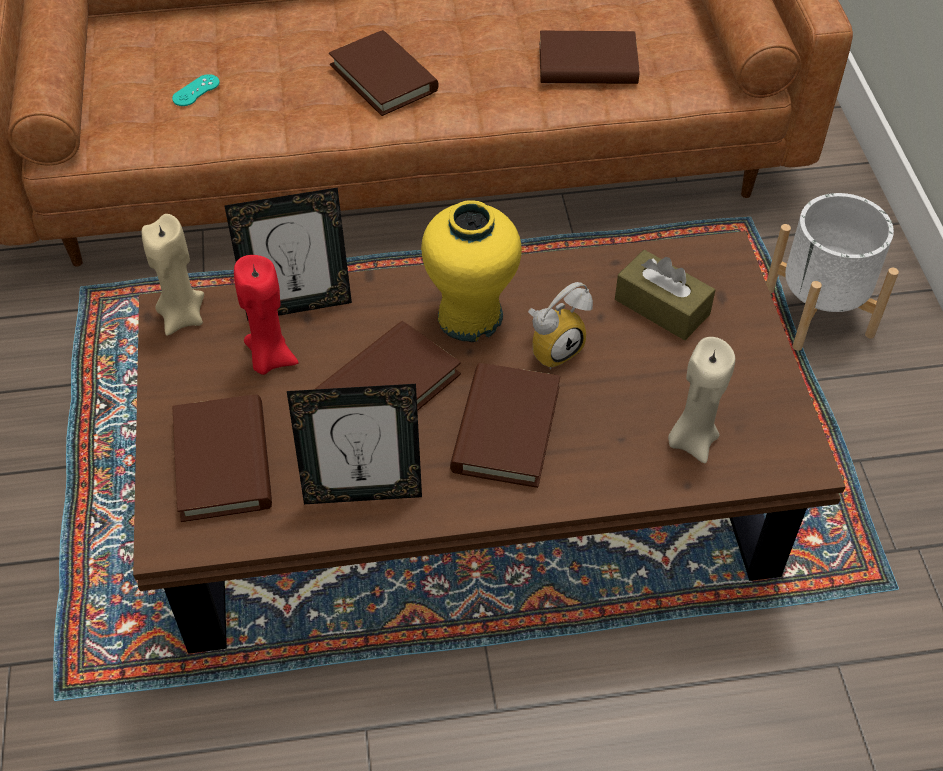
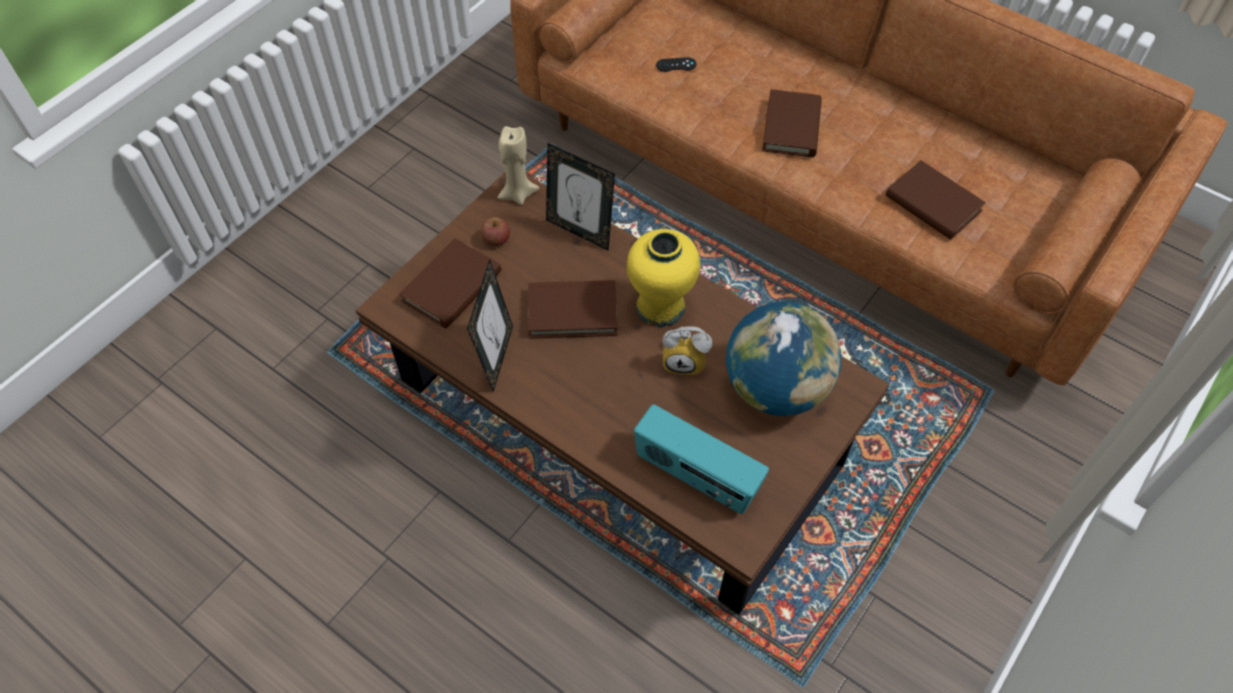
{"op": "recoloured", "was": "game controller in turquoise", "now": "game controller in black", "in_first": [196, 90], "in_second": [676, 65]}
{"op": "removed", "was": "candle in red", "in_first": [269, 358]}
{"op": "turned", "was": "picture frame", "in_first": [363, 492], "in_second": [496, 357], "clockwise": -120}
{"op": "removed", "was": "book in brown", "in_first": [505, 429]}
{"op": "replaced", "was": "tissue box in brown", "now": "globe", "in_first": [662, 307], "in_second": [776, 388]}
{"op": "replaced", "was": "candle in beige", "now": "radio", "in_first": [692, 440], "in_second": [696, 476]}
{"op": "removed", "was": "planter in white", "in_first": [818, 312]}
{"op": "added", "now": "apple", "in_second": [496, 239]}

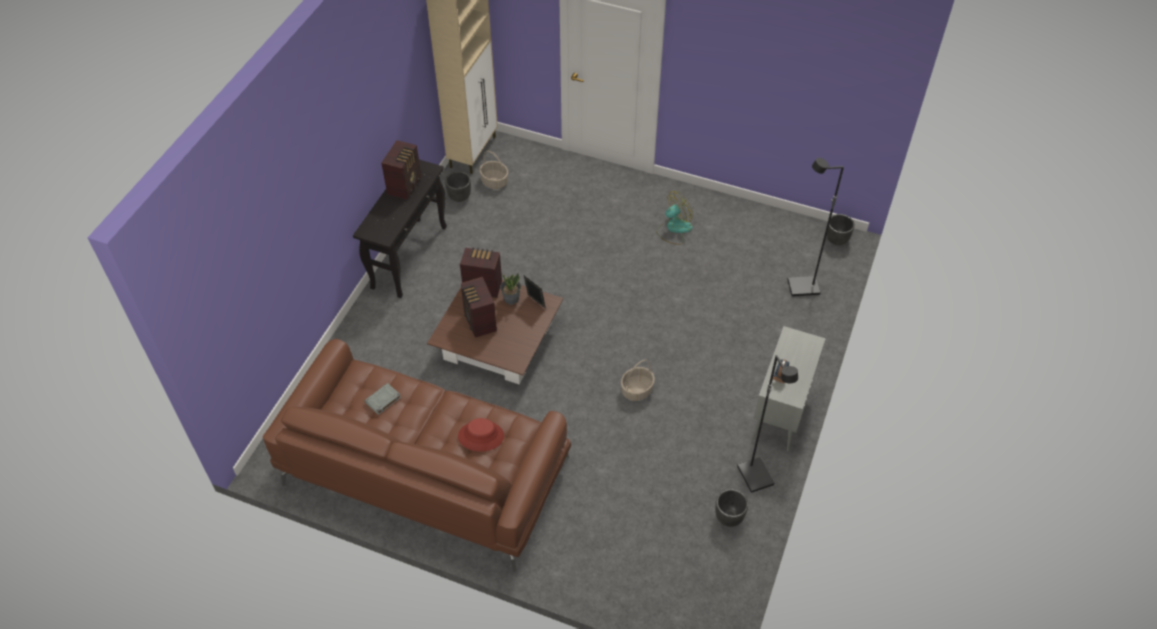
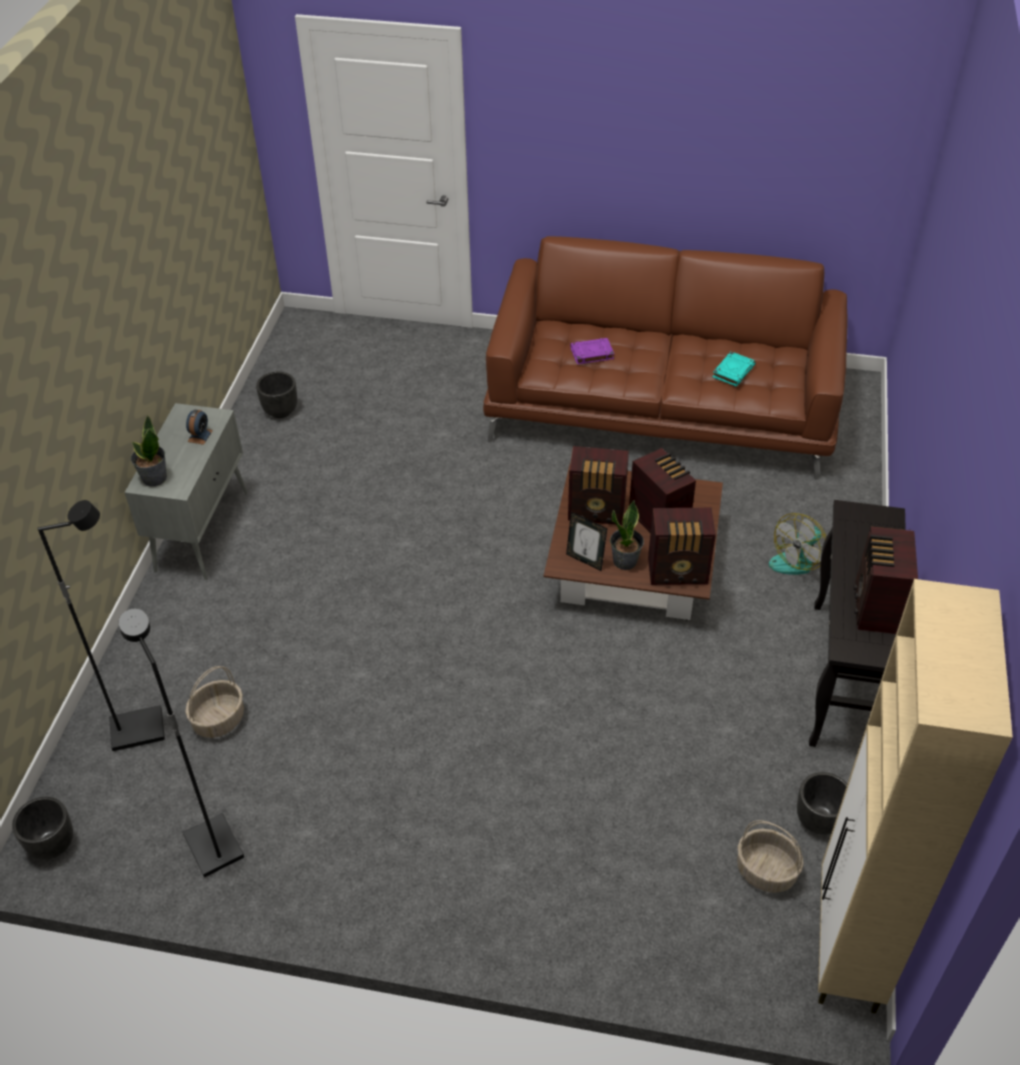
{"op": "recoloured", "was": "book in grey", "now": "book in turquoise", "in_first": [383, 400], "in_second": [733, 371]}
{"op": "replaced", "was": "hat in red", "now": "book in purple", "in_first": [481, 436], "in_second": [591, 353]}
{"op": "moved", "was": "basket", "in_first": [636, 390], "in_second": [219, 719]}
{"op": "moved", "was": "fan", "in_first": [674, 229], "in_second": [797, 559]}
{"op": "moved", "was": "floor lamp in black", "in_first": [756, 476], "in_second": [212, 847]}
{"op": "added", "now": "potted plant", "in_second": [154, 478]}
{"op": "added", "now": "radio", "in_second": [597, 512]}

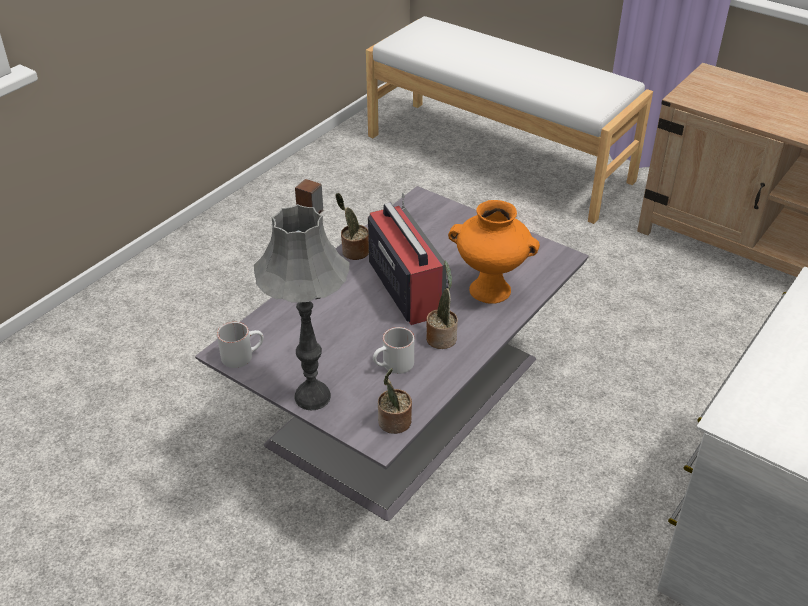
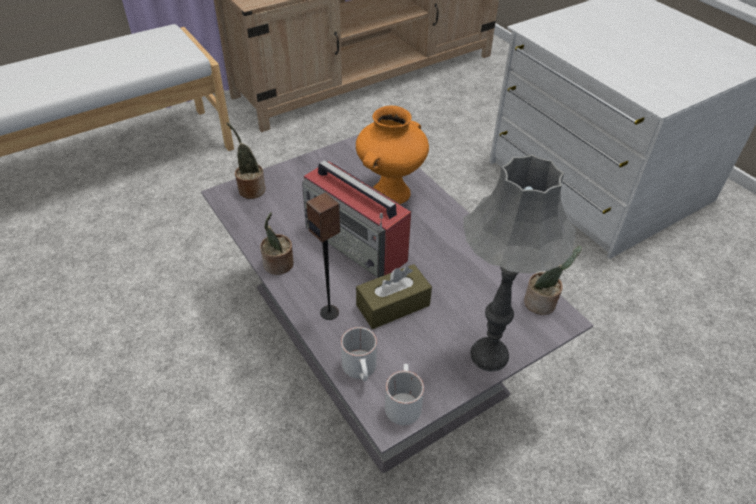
{"op": "turned", "was": "radio", "in_first": [405, 287], "in_second": [357, 244], "clockwise": -135}
{"op": "moved", "was": "mug in white", "in_first": [393, 366], "in_second": [362, 370]}
{"op": "moved", "was": "potted plant", "in_first": [441, 337], "in_second": [250, 189]}
{"op": "added", "now": "tissue box in brown", "in_second": [393, 305]}

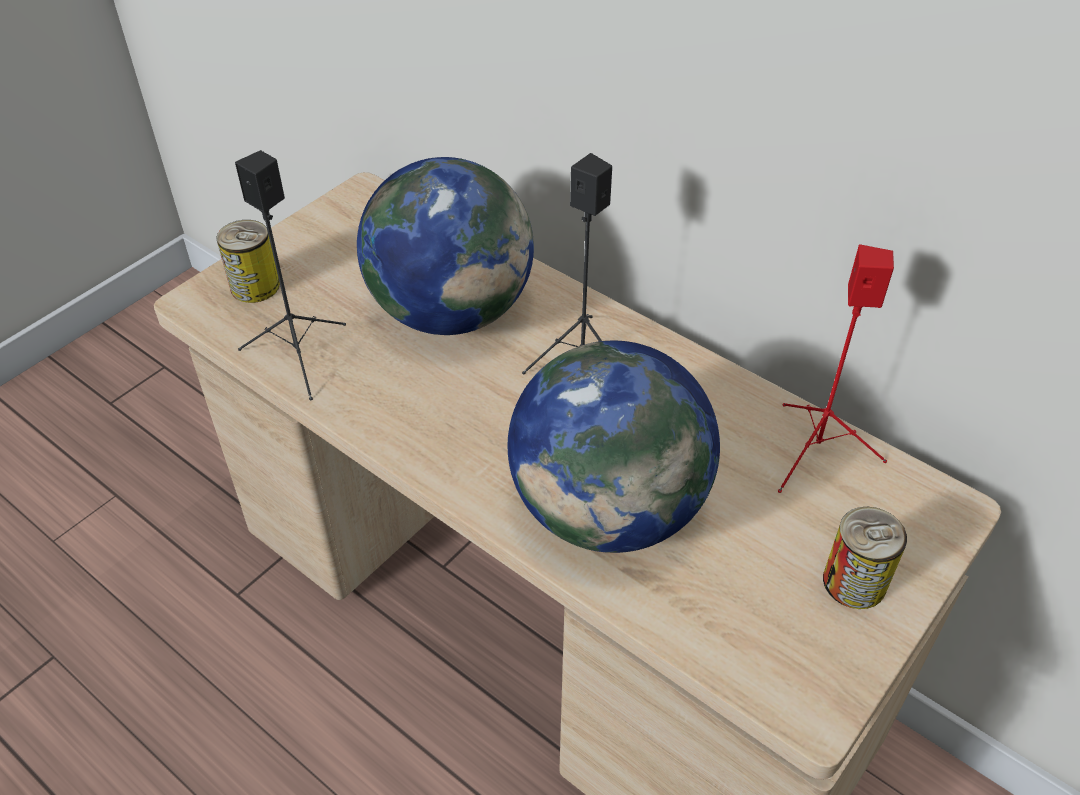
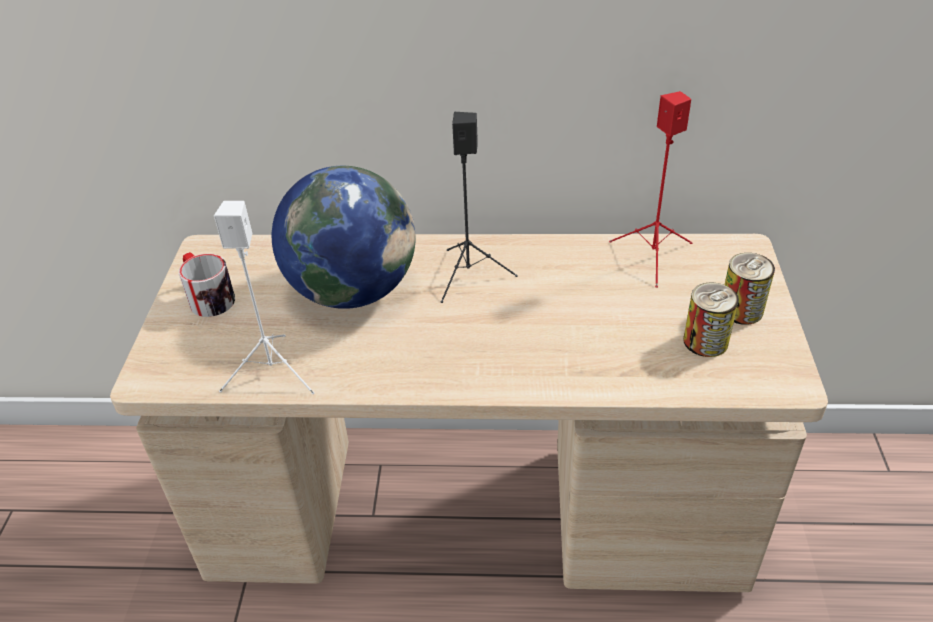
{"op": "moved", "was": "can", "in_first": [255, 286], "in_second": [705, 341]}
{"op": "recoloured", "was": "speaker in black", "now": "speaker in white", "in_first": [299, 357], "in_second": [274, 372]}
{"op": "removed", "was": "globe", "in_first": [608, 510]}
{"op": "added", "now": "mug", "in_second": [208, 297]}

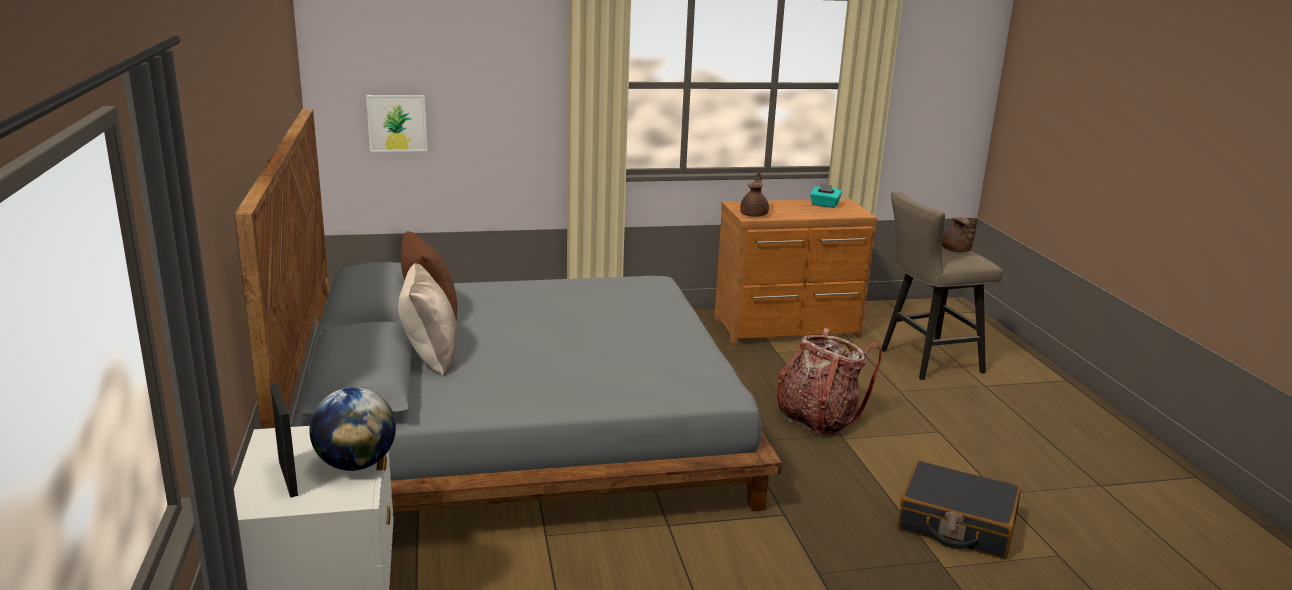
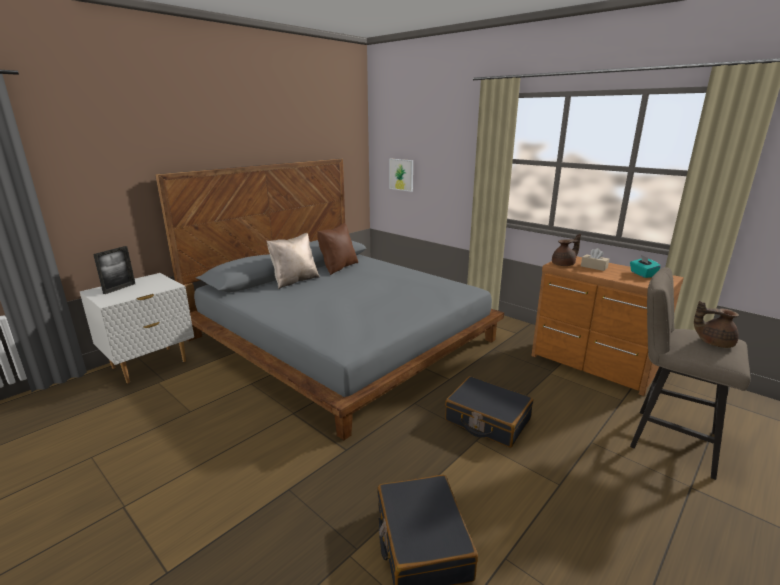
{"op": "removed", "was": "globe", "in_first": [356, 464]}
{"op": "replaced", "was": "backpack", "now": "suitcase in black", "in_first": [818, 418], "in_second": [487, 420]}
{"op": "turned", "was": "teapot in brown", "in_first": [956, 251], "in_second": [713, 342], "clockwise": 75}
{"op": "added", "now": "tissue box in beige", "in_second": [594, 267]}

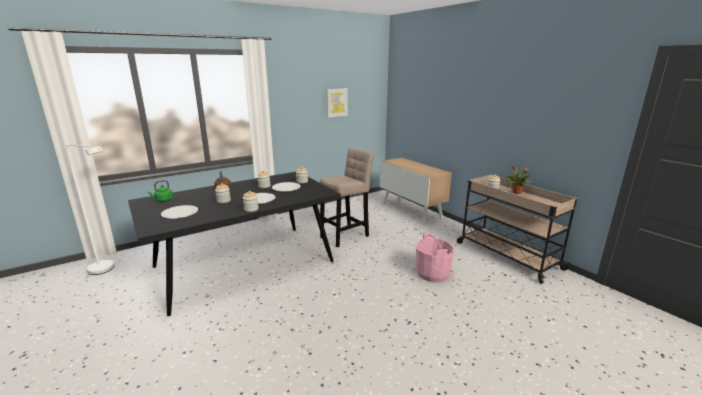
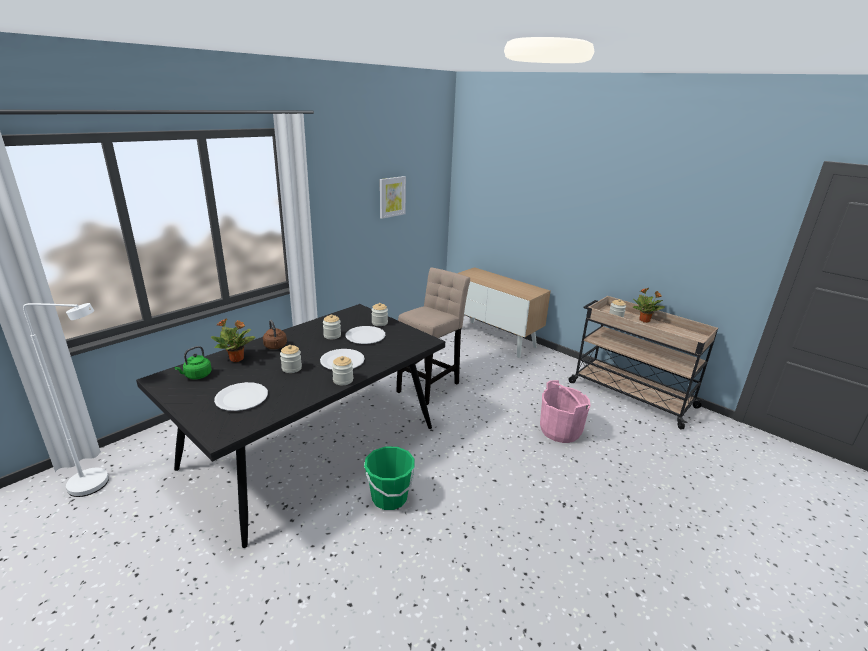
{"op": "added", "now": "potted plant", "in_second": [237, 359]}
{"op": "added", "now": "bucket in green", "in_second": [389, 497]}

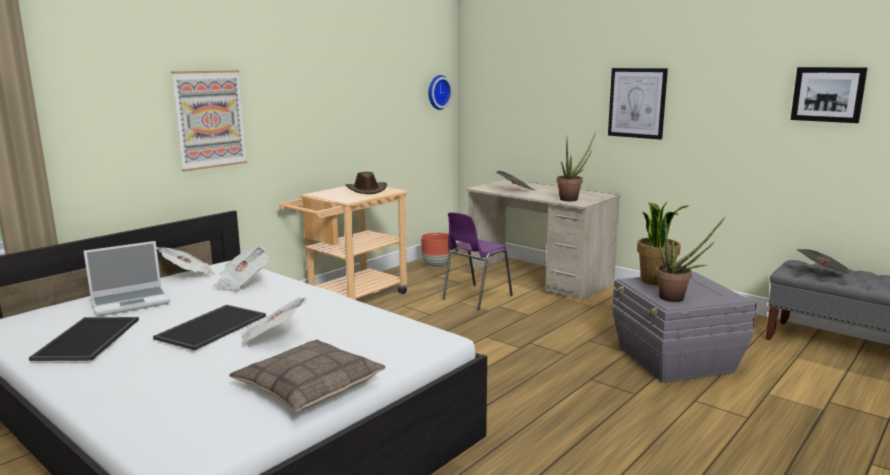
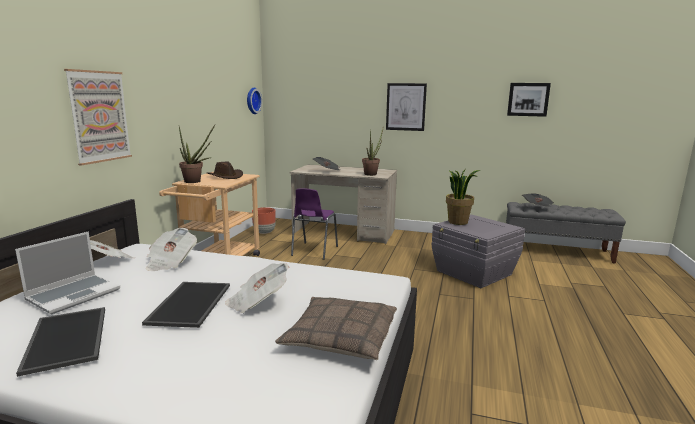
{"op": "moved", "was": "potted plant", "in_first": [677, 298], "in_second": [196, 181]}

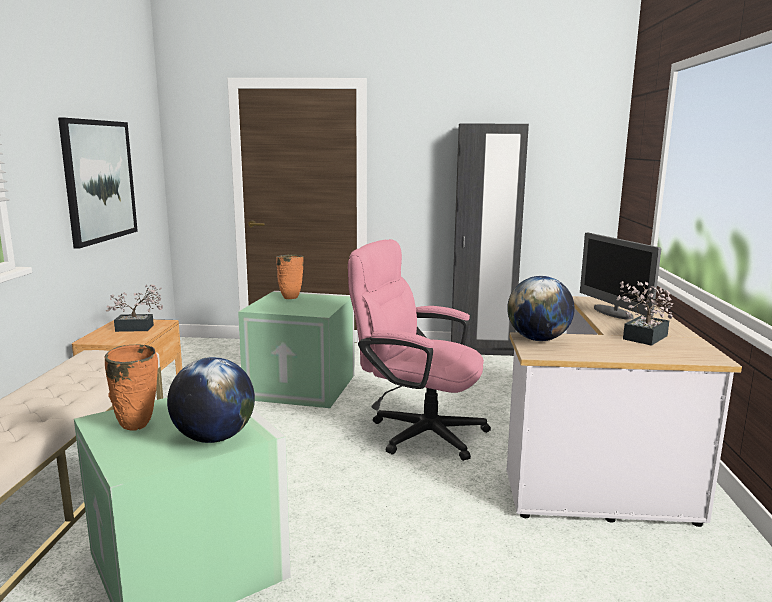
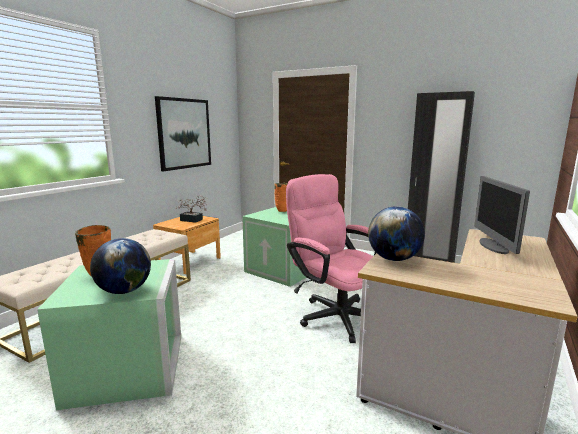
{"op": "removed", "was": "potted plant", "in_first": [642, 338]}

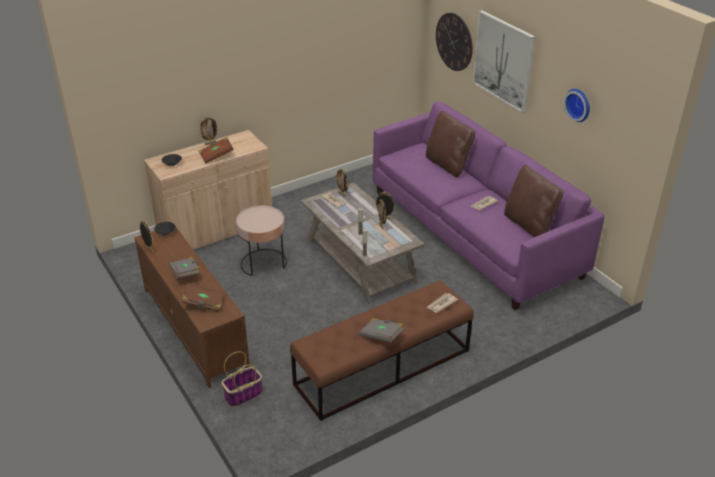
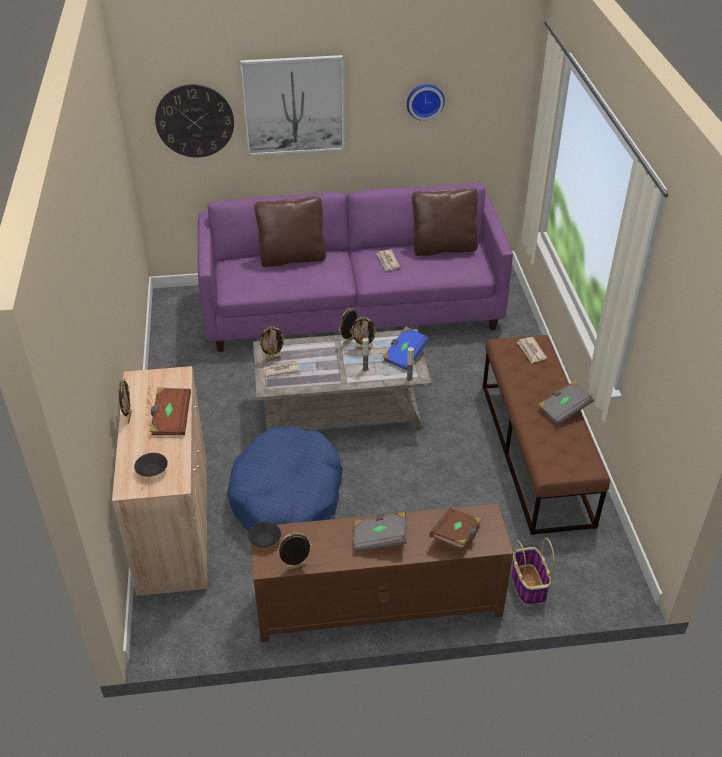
{"op": "replaced", "was": "side table in pink", "now": "dog bed in blue", "in_first": [264, 263], "in_second": [287, 496]}
{"op": "added", "now": "book in blue", "in_second": [405, 355]}

